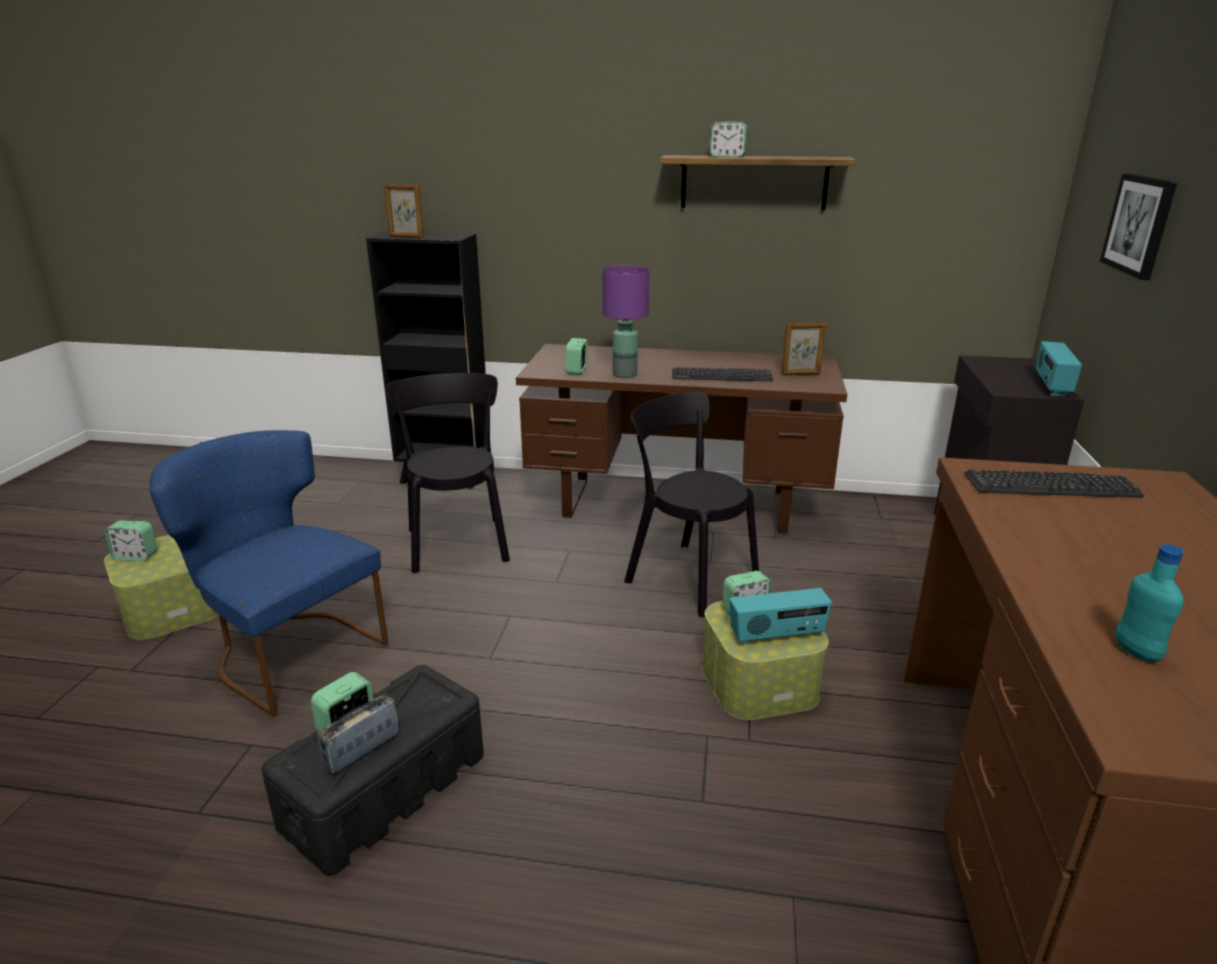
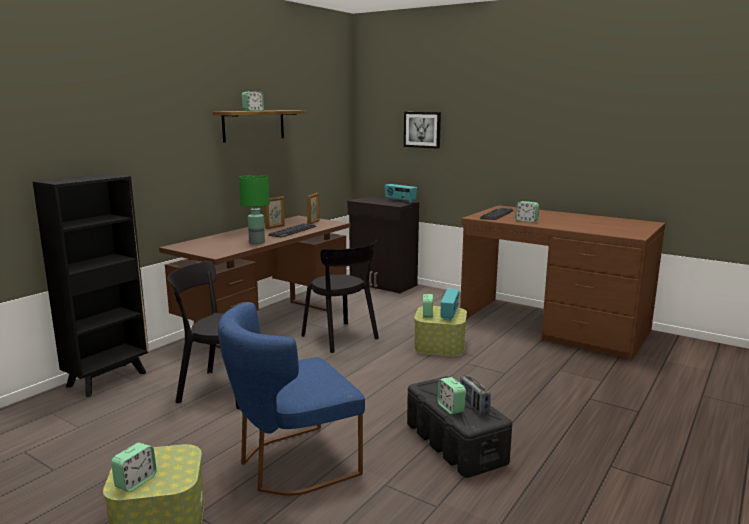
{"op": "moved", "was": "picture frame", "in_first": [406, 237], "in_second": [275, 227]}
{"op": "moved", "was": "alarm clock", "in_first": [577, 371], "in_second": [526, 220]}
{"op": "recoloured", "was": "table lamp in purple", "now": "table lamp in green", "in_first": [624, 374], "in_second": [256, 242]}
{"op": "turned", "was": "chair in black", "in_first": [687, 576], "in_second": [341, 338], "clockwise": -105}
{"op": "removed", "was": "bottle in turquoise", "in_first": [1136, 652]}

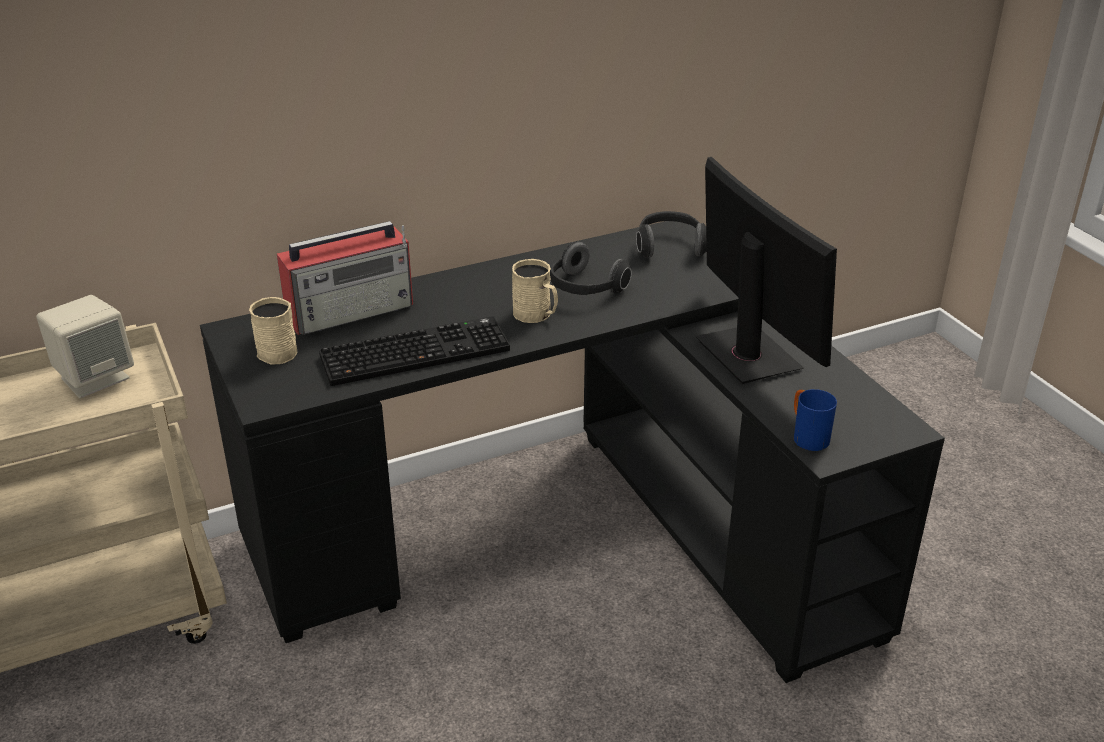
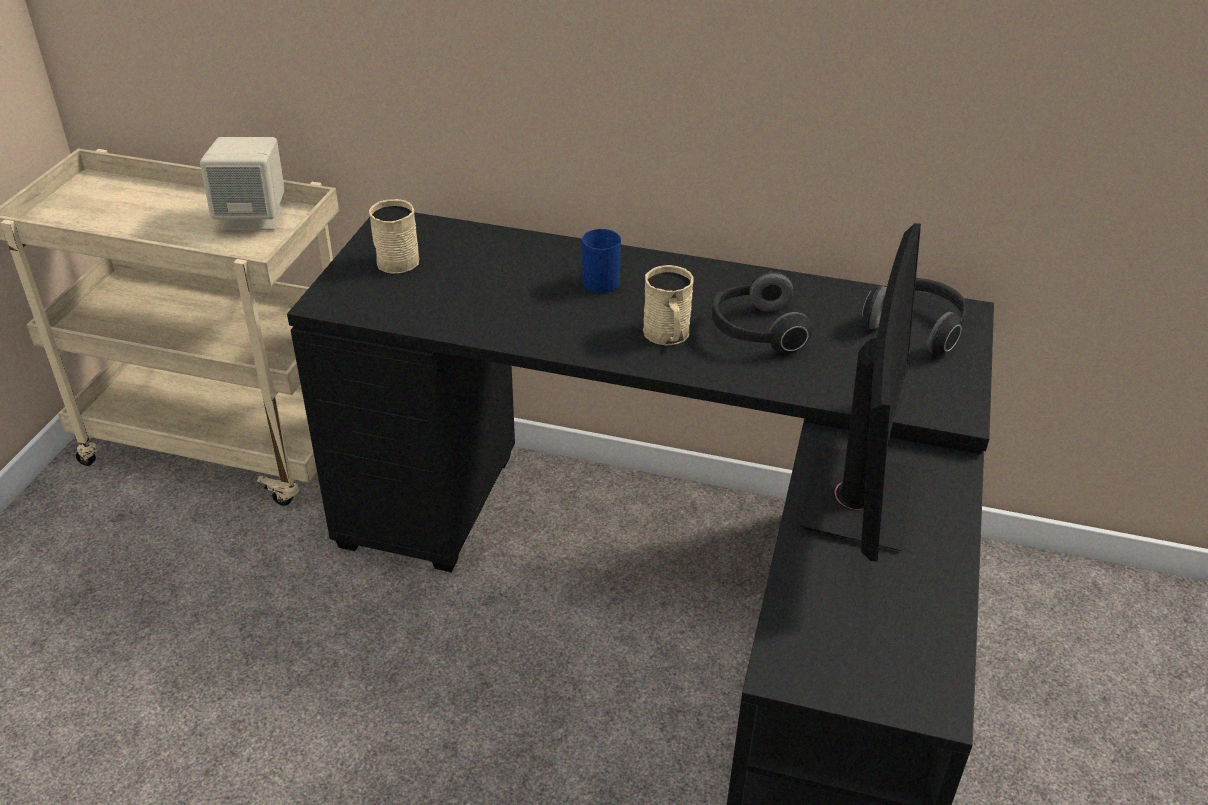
{"op": "removed", "was": "radio", "in_first": [352, 311]}
{"op": "removed", "was": "keyboard", "in_first": [416, 351]}
{"op": "moved", "was": "mug in blue", "in_first": [806, 436], "in_second": [603, 279]}

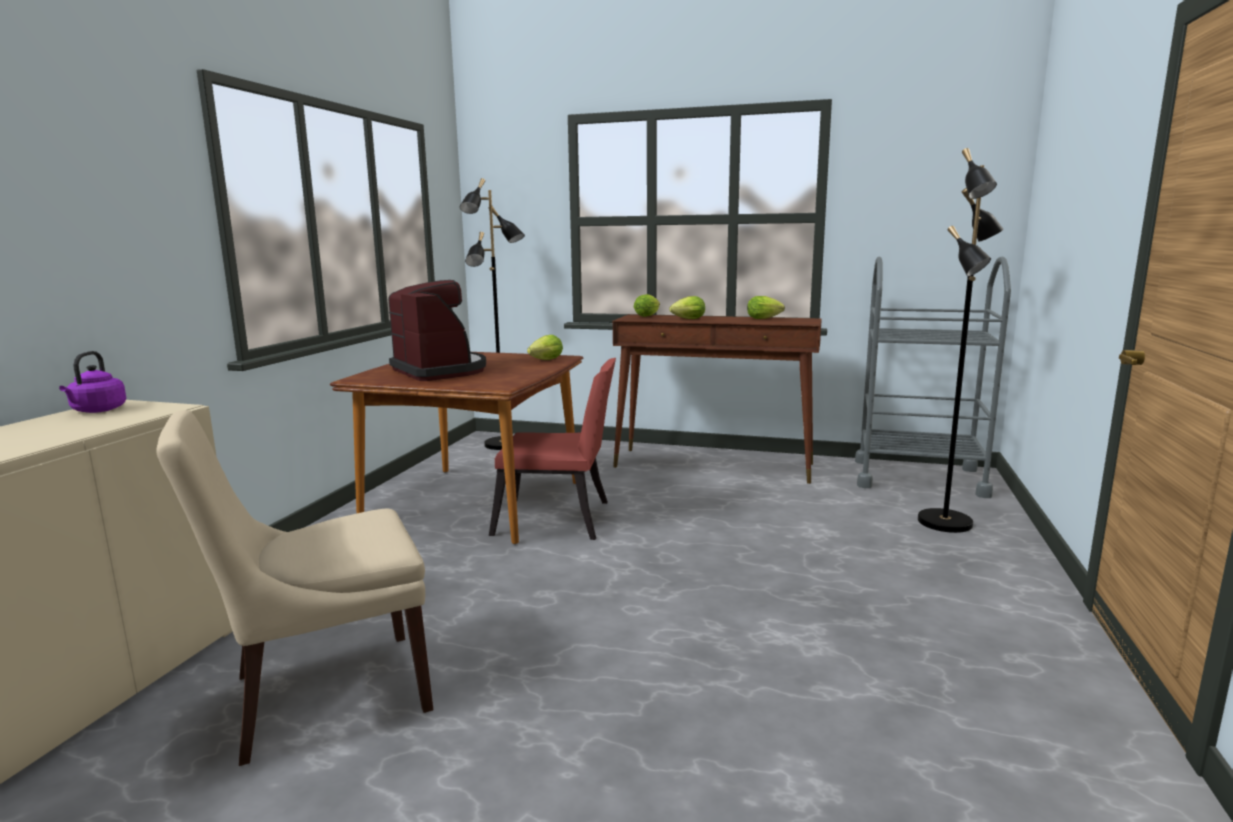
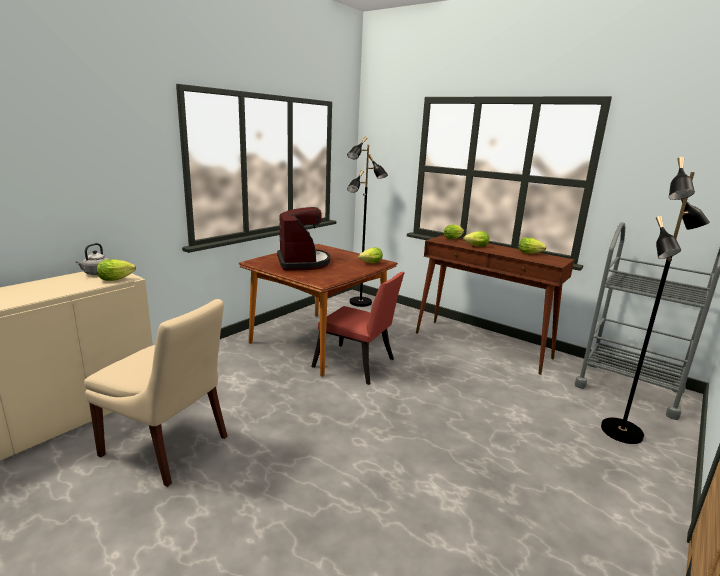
{"op": "recoloured", "was": "kettle in purple", "now": "kettle in grey", "in_first": [97, 410], "in_second": [96, 273]}
{"op": "turned", "was": "chair in beige", "in_first": [323, 695], "in_second": [168, 447], "clockwise": -150}
{"op": "added", "now": "lettuce", "in_second": [118, 279]}

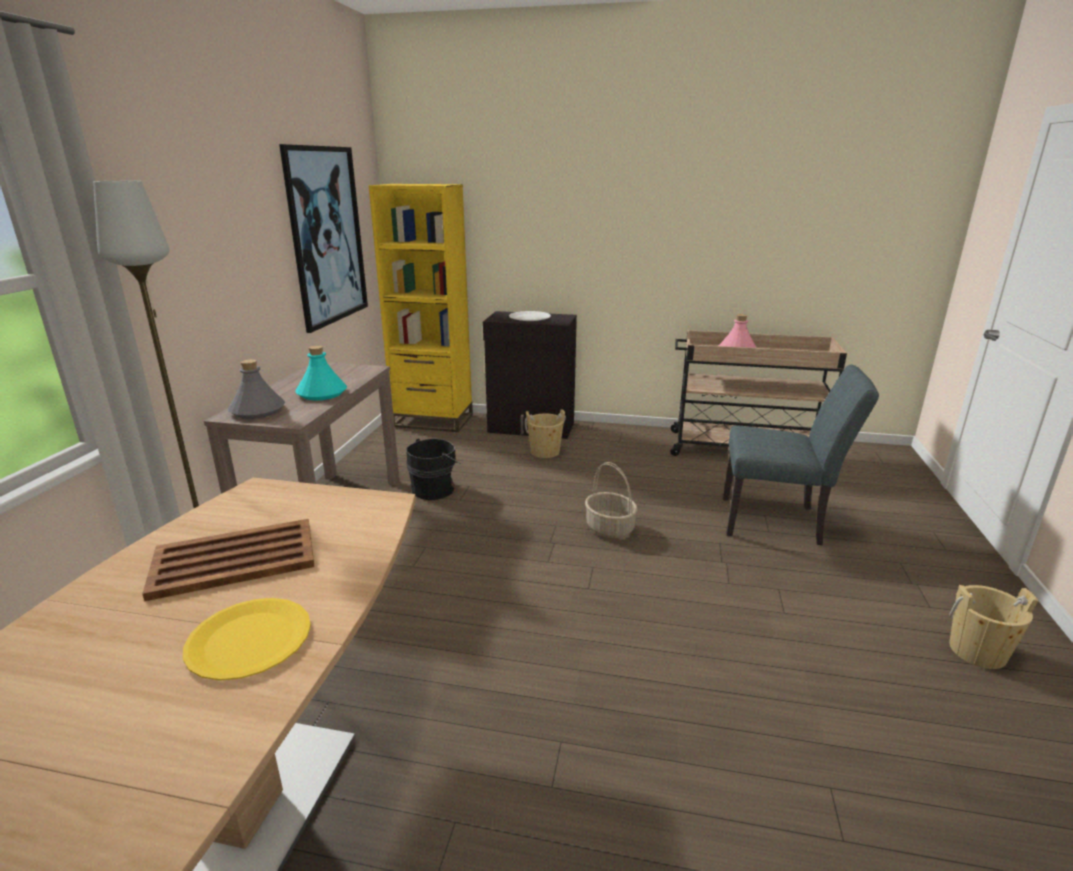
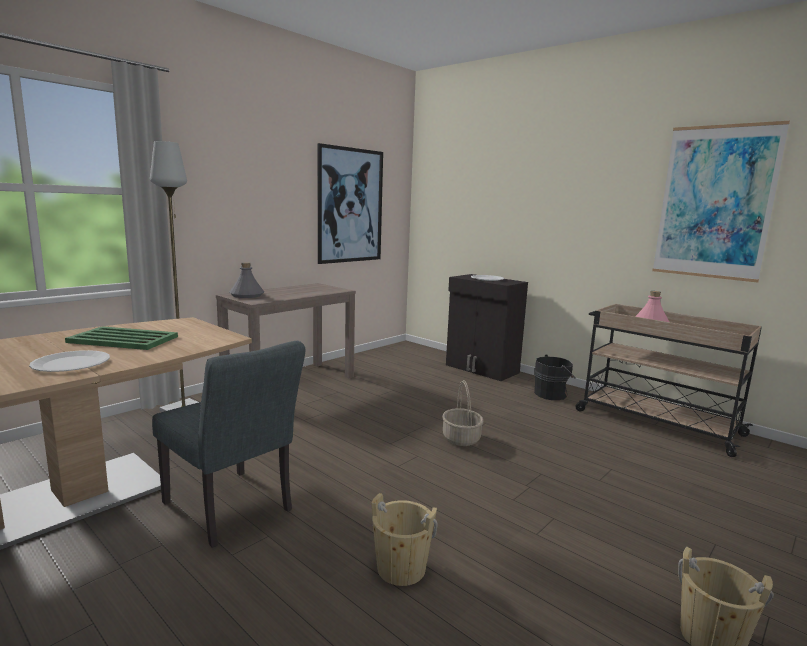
{"op": "recoloured", "was": "tray in brown", "now": "tray in green", "in_first": [236, 559], "in_second": [124, 340]}
{"op": "recoloured", "was": "plate in yellow", "now": "plate in white", "in_first": [249, 640], "in_second": [71, 363]}
{"op": "removed", "was": "bottle in turquoise", "in_first": [322, 394]}
{"op": "removed", "was": "bookcase in yellow", "in_first": [433, 420]}
{"op": "moved", "was": "bucket in black", "in_first": [435, 489], "in_second": [552, 394]}
{"op": "moved", "was": "bucket in beige", "in_first": [545, 452], "in_second": [401, 568]}
{"op": "moved", "was": "chair in grey", "in_first": [779, 522], "in_second": [232, 510]}
{"op": "added", "now": "picture", "in_second": [715, 203]}

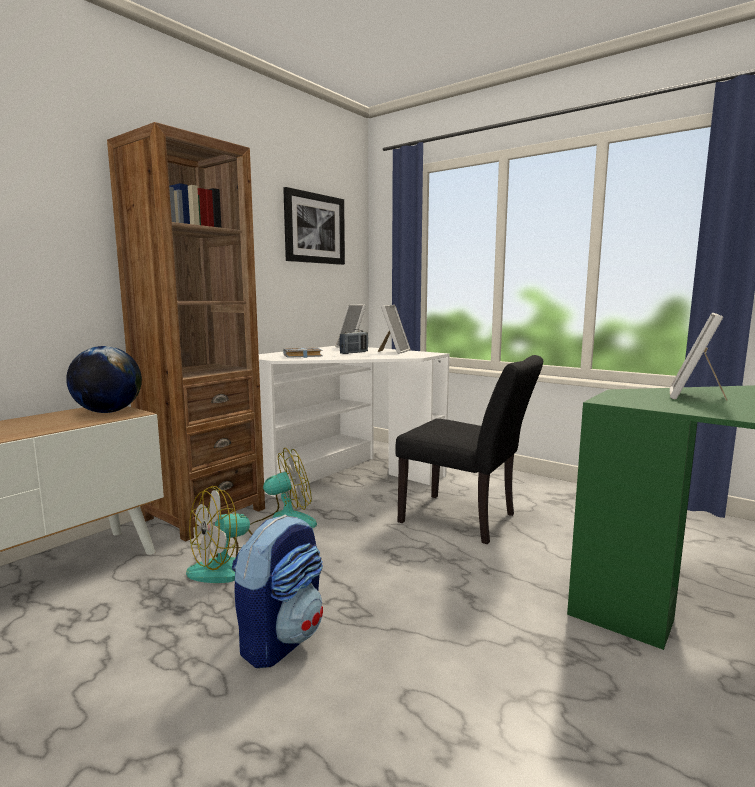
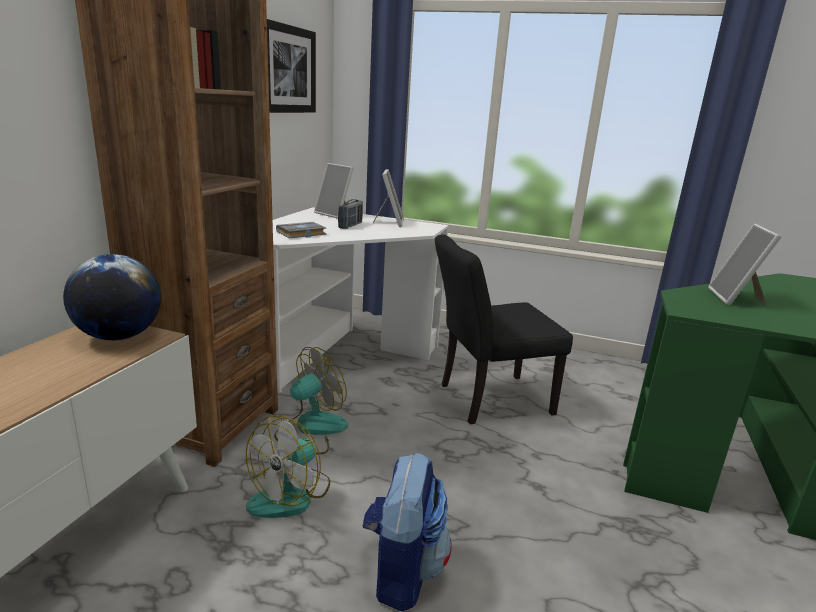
{"op": "turned", "was": "chair in black", "in_first": [466, 520], "in_second": [487, 400], "clockwise": 150}

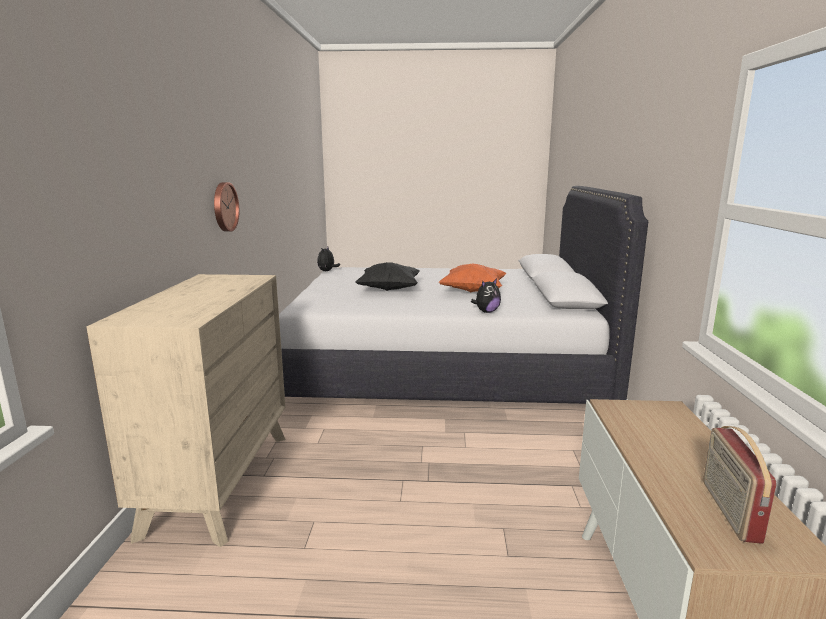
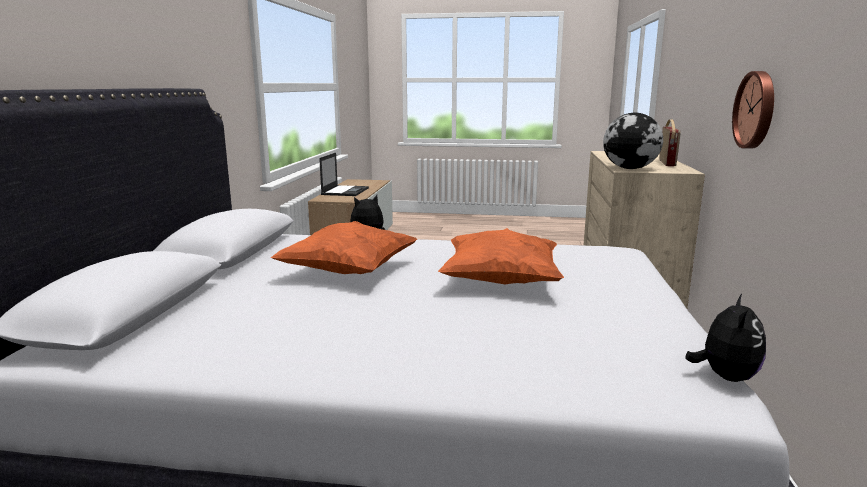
{"op": "recoloured", "was": "pillow in black", "now": "pillow in orange", "in_first": [389, 290], "in_second": [500, 282]}
{"op": "moved", "was": "radio", "in_first": [728, 511], "in_second": [668, 163]}
{"op": "added", "now": "laptop", "in_second": [345, 191]}
{"op": "added", "now": "globe", "in_second": [630, 169]}

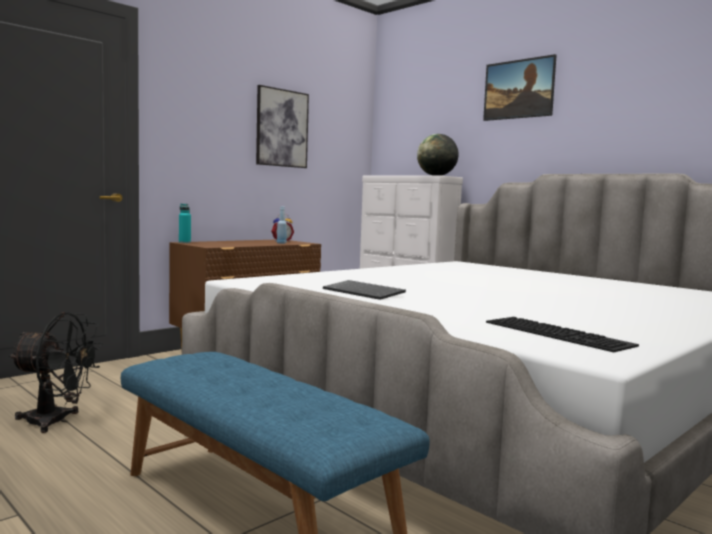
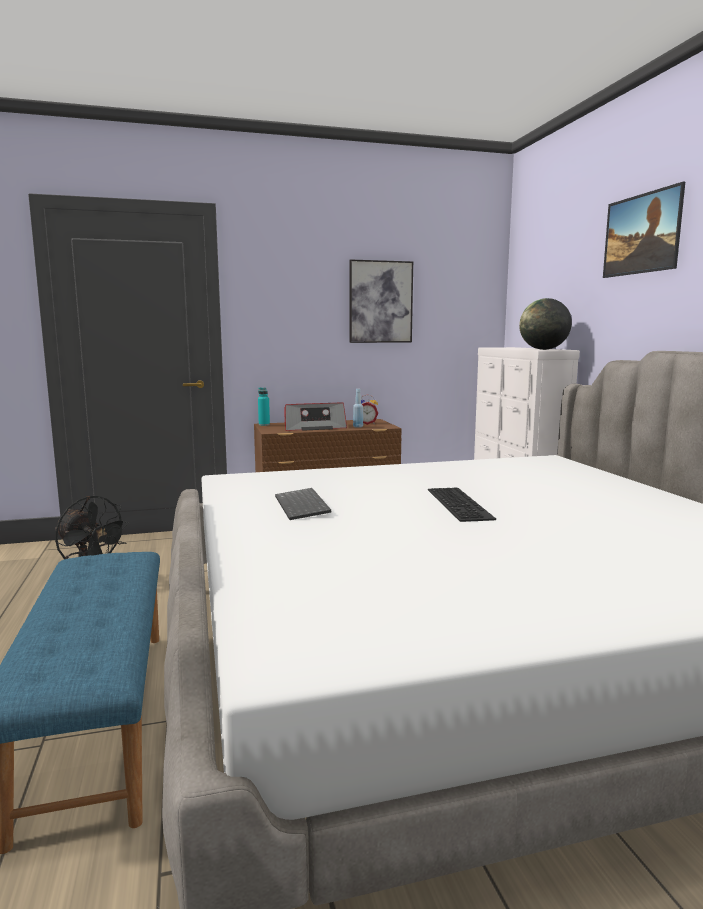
{"op": "moved", "was": "keyboard", "in_first": [559, 333], "in_second": [461, 504]}
{"op": "added", "now": "radio", "in_second": [313, 427]}

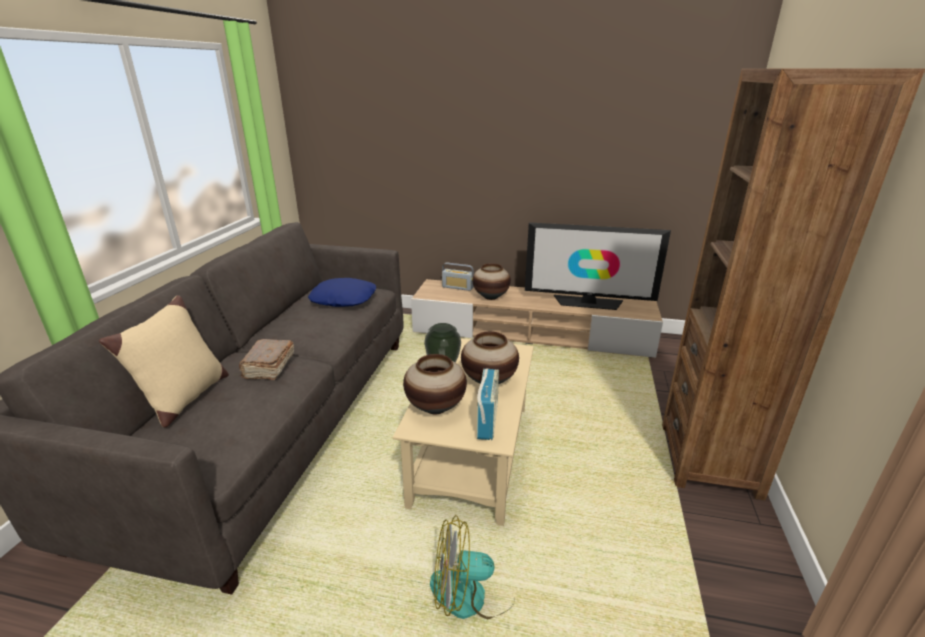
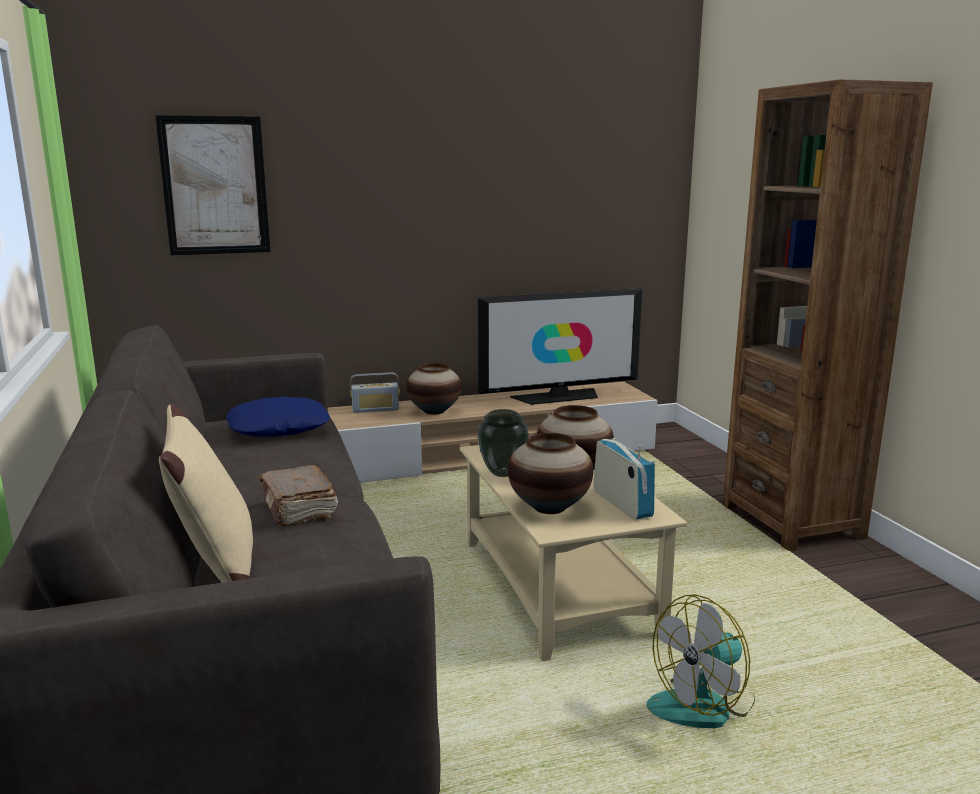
{"op": "added", "now": "picture", "in_second": [215, 186]}

